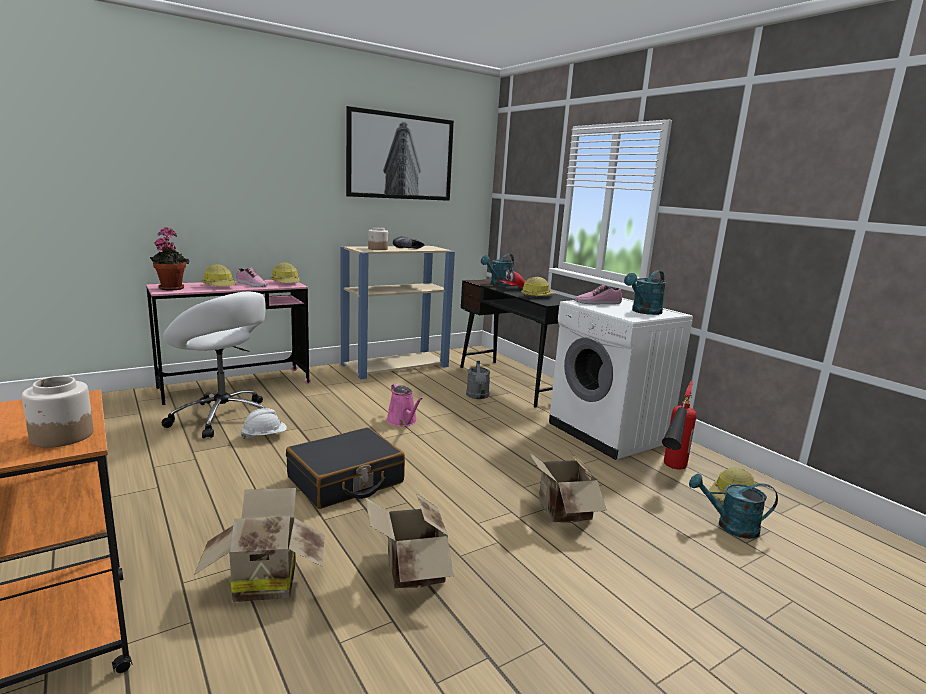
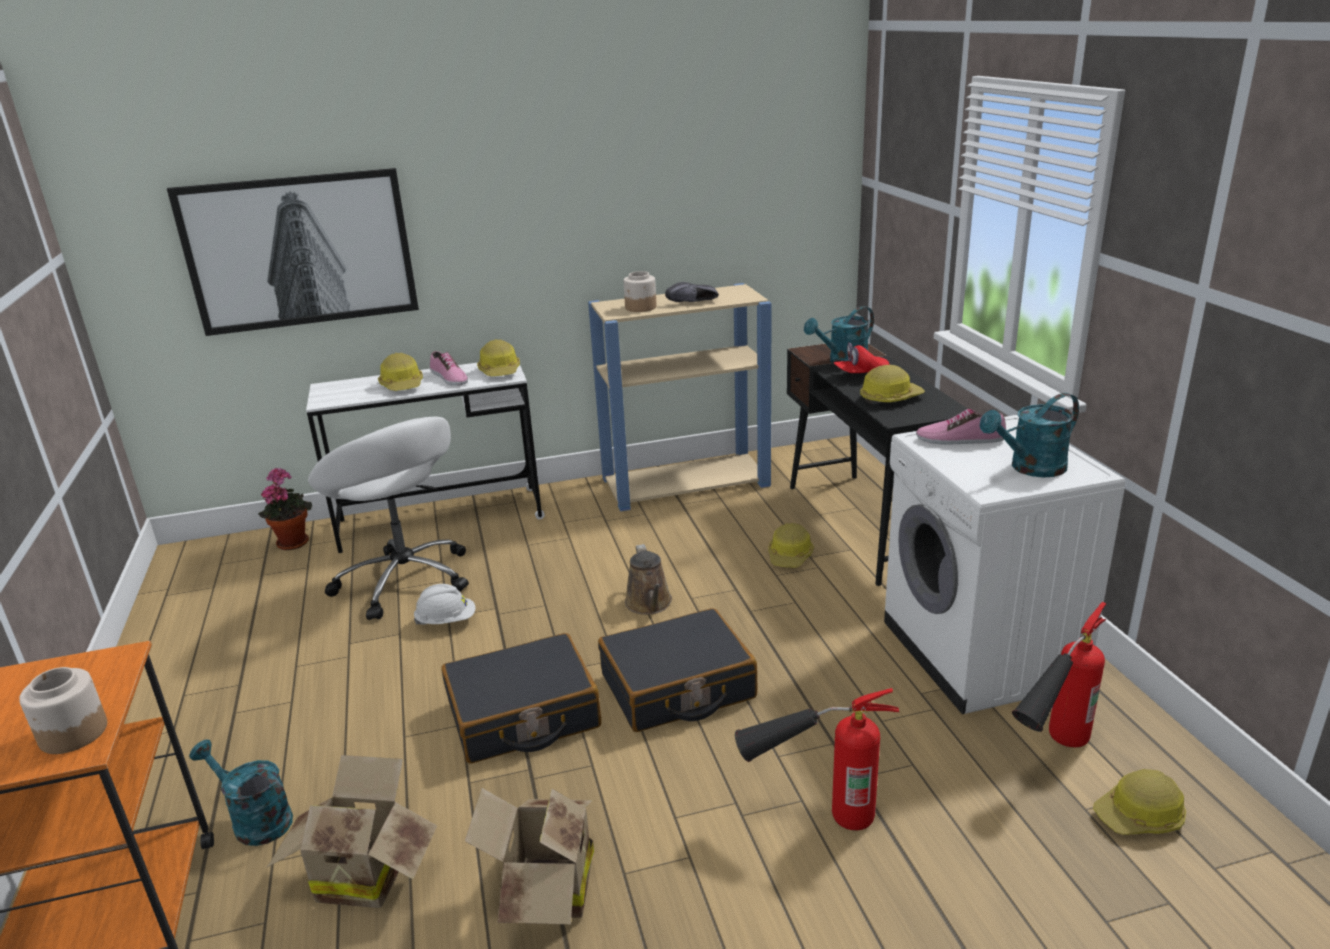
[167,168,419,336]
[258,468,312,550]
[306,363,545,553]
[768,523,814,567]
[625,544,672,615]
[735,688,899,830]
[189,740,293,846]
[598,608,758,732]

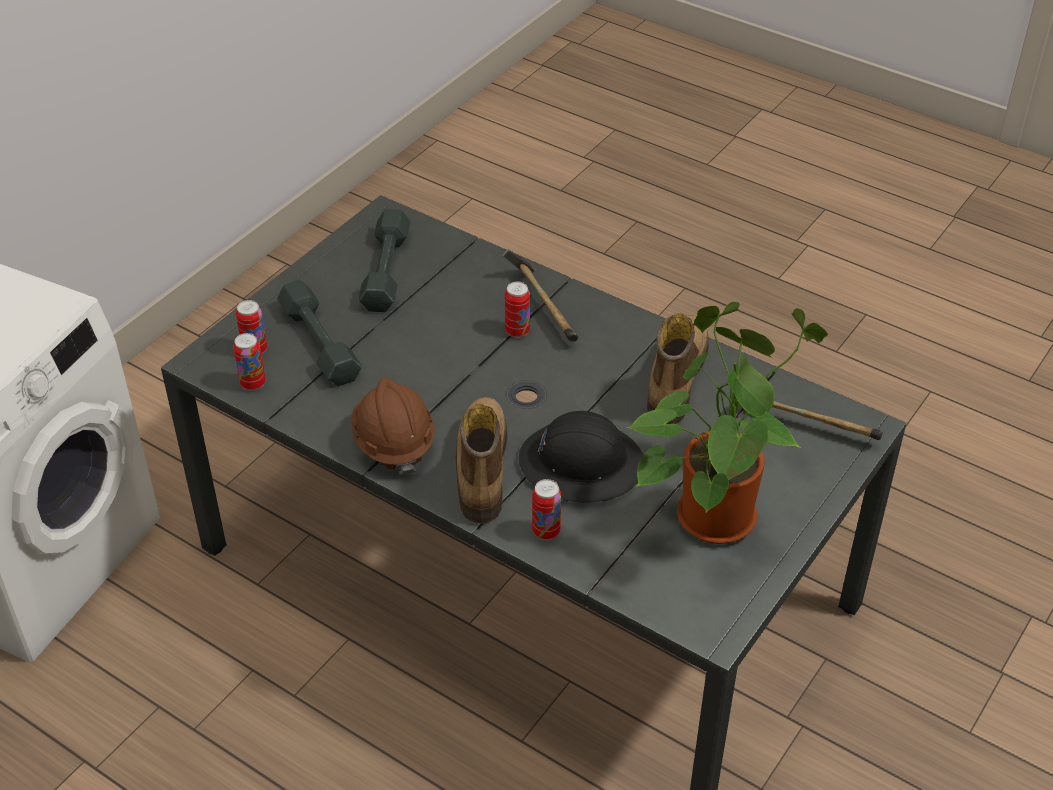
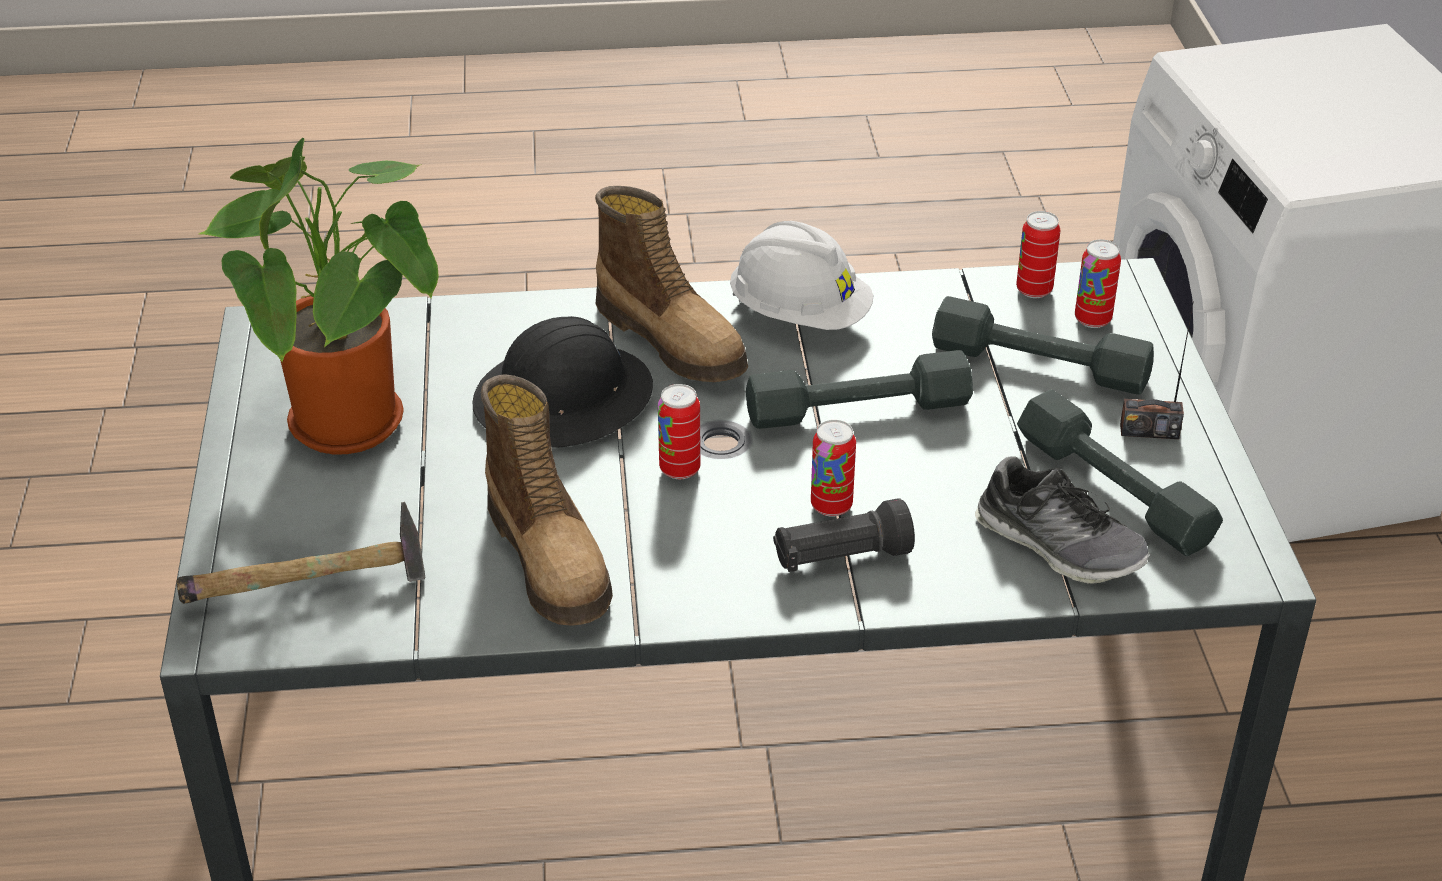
[773,498,915,572]
[730,221,873,330]
[658,384,701,479]
[1120,301,1194,439]
[746,350,973,429]
[975,456,1150,584]

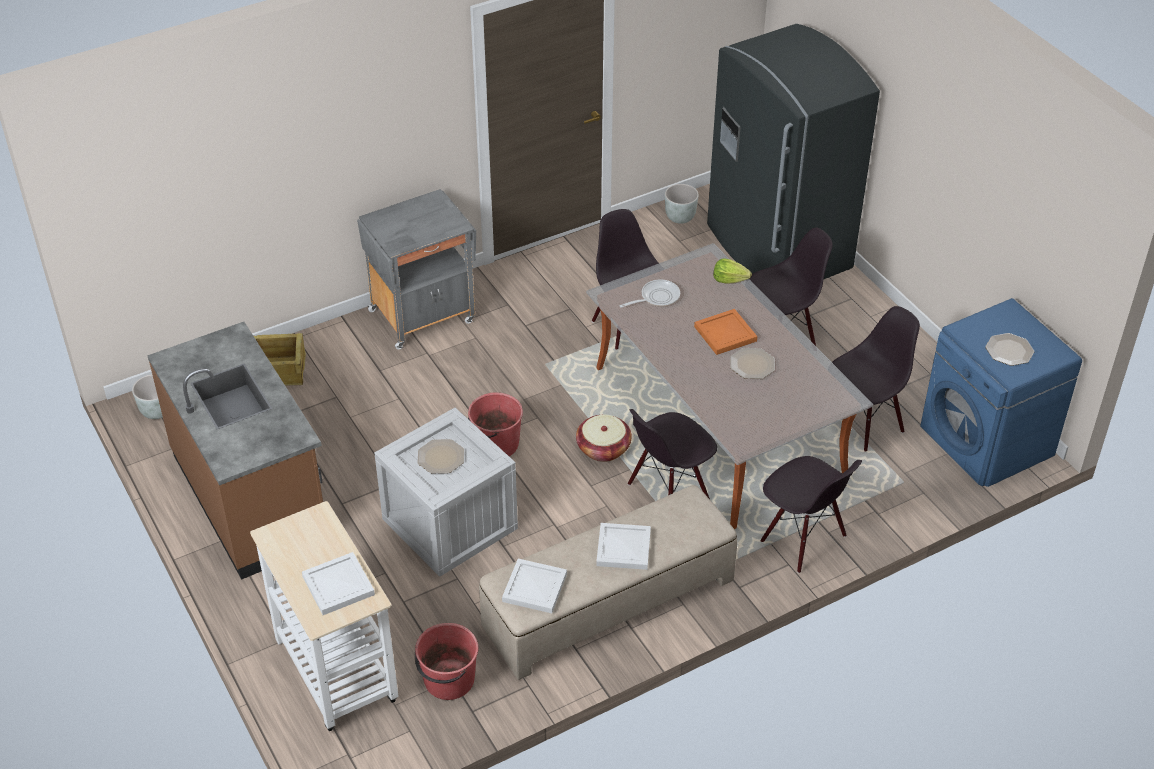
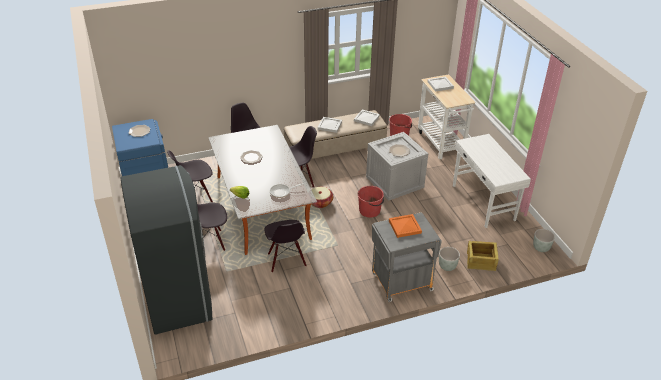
[439,247,460,271]
[389,214,422,238]
[453,134,531,228]

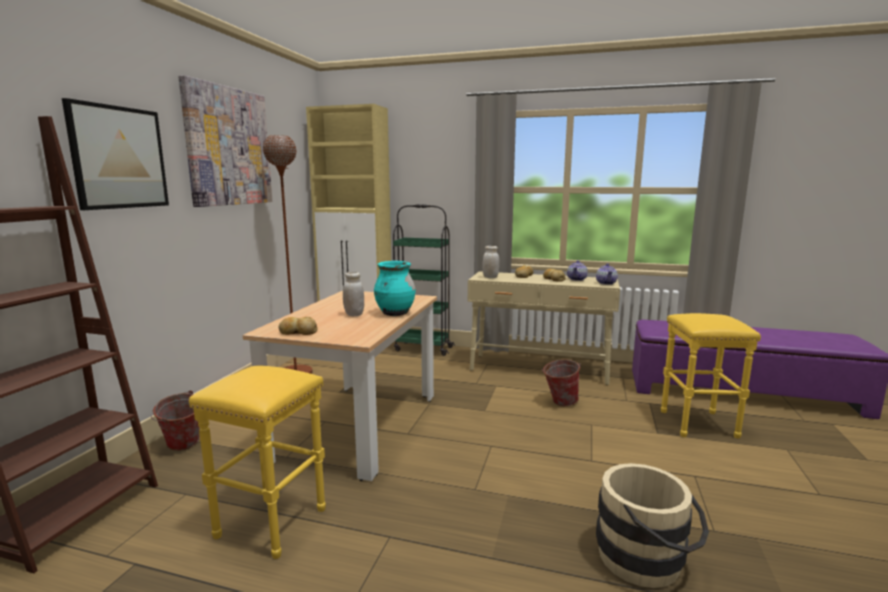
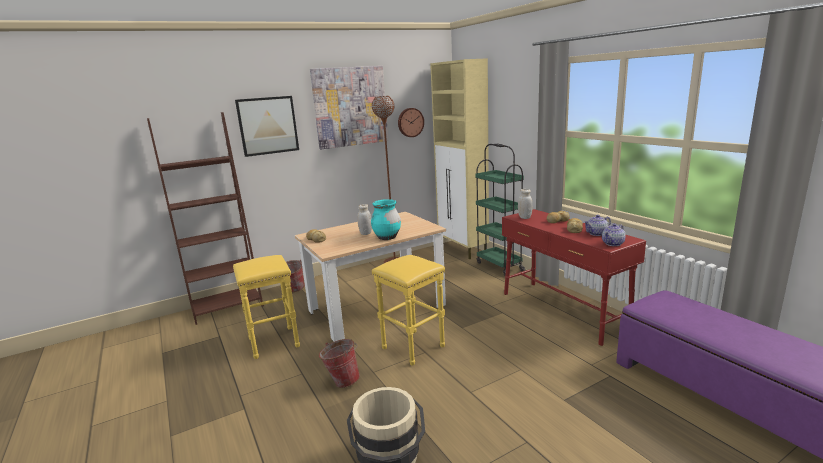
[502,209,646,346]
[372,255,445,366]
[319,339,360,388]
[398,108,424,137]

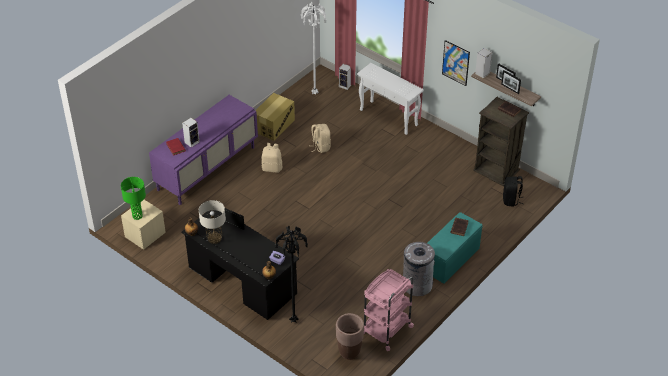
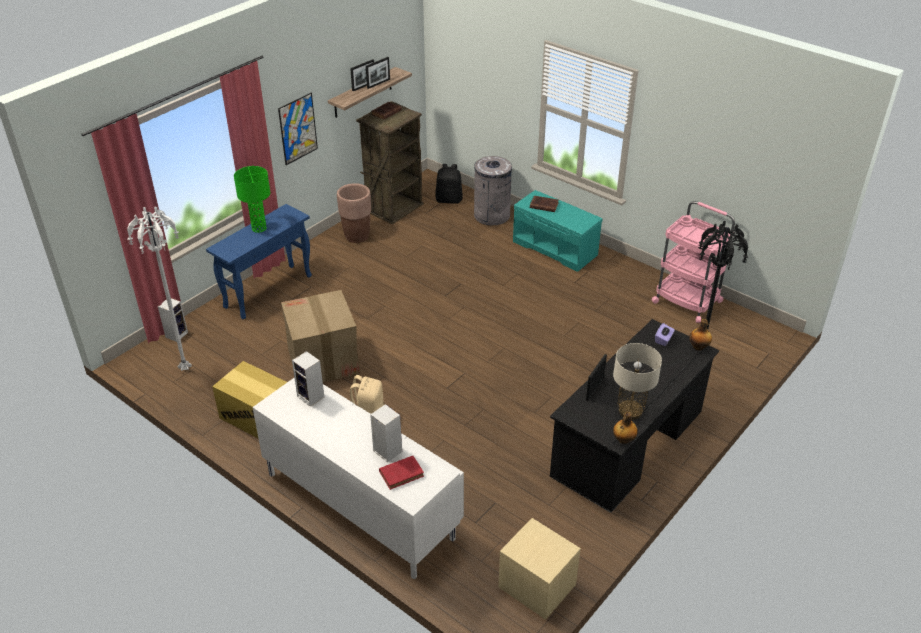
[292,351,324,406]
[206,204,312,320]
[253,378,464,579]
[281,290,360,382]
[234,166,270,233]
[474,156,512,225]
[337,183,371,243]

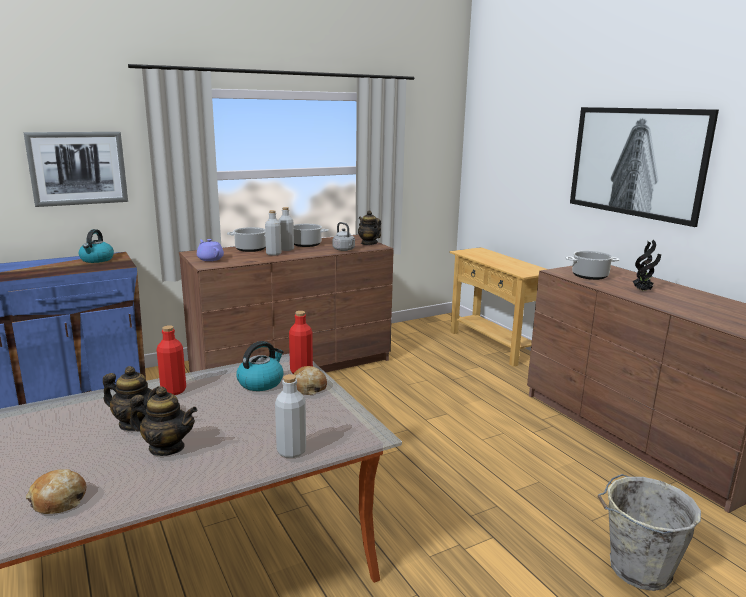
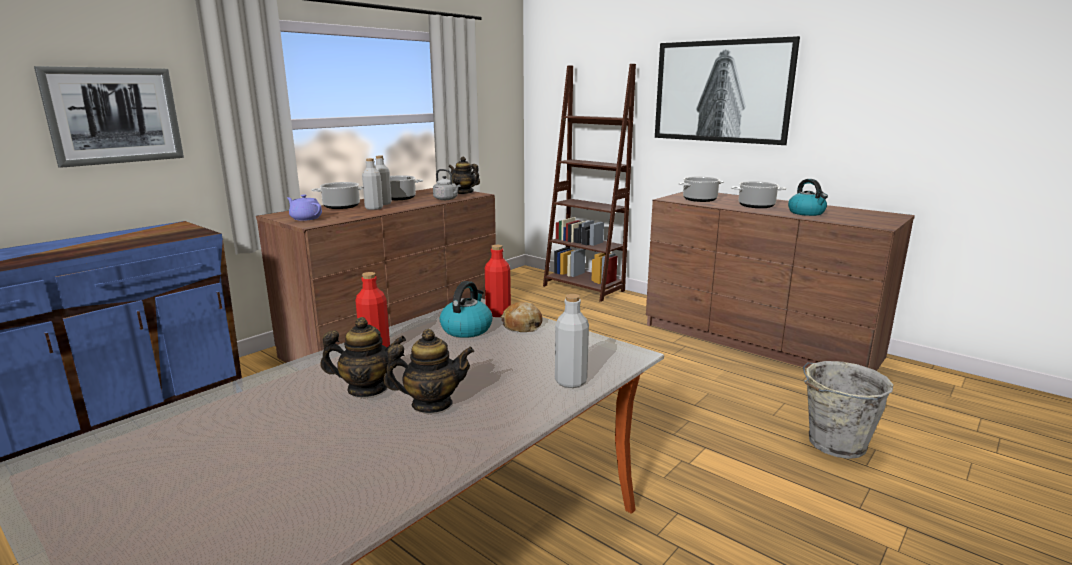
[788,179,828,216]
[731,181,786,208]
[543,64,636,302]
[26,469,86,514] (first image)

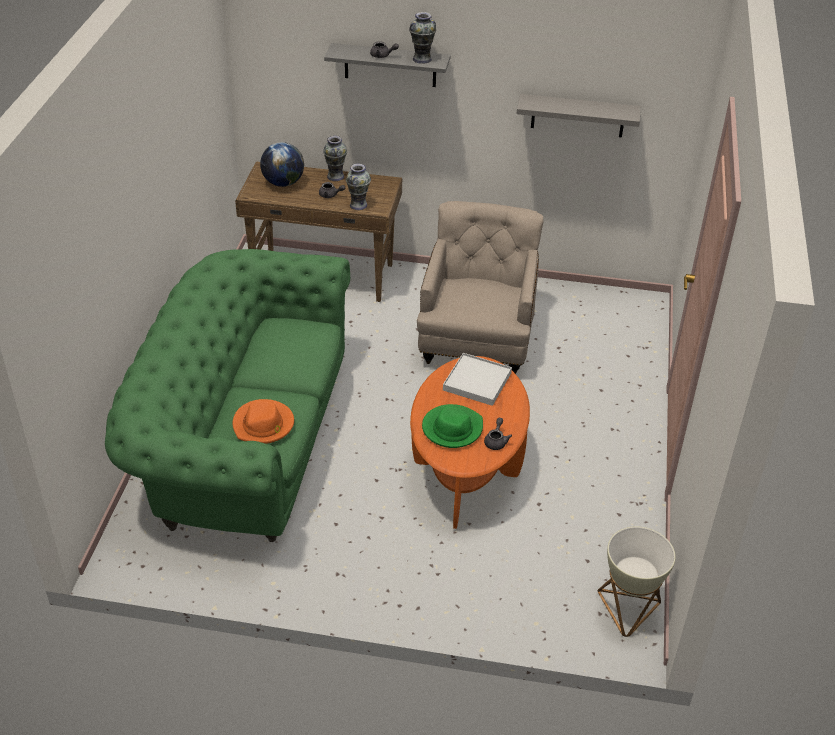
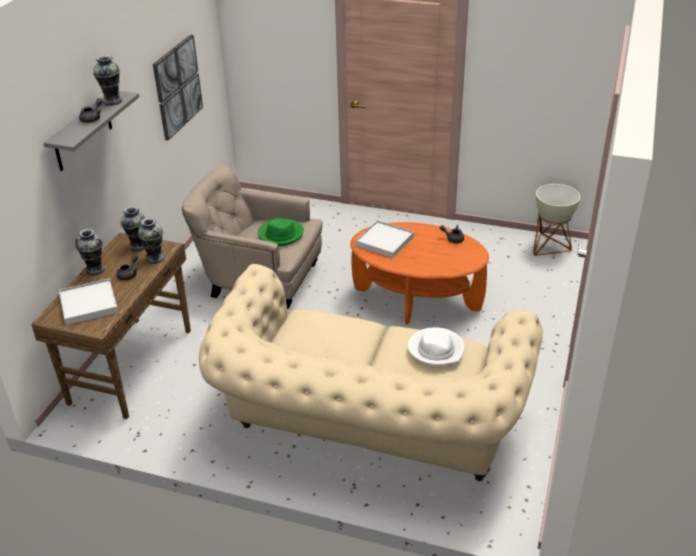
[153,35,203,141]
[59,279,118,325]
[199,264,543,481]
[408,327,465,366]
[258,218,304,246]
[120,206,145,252]

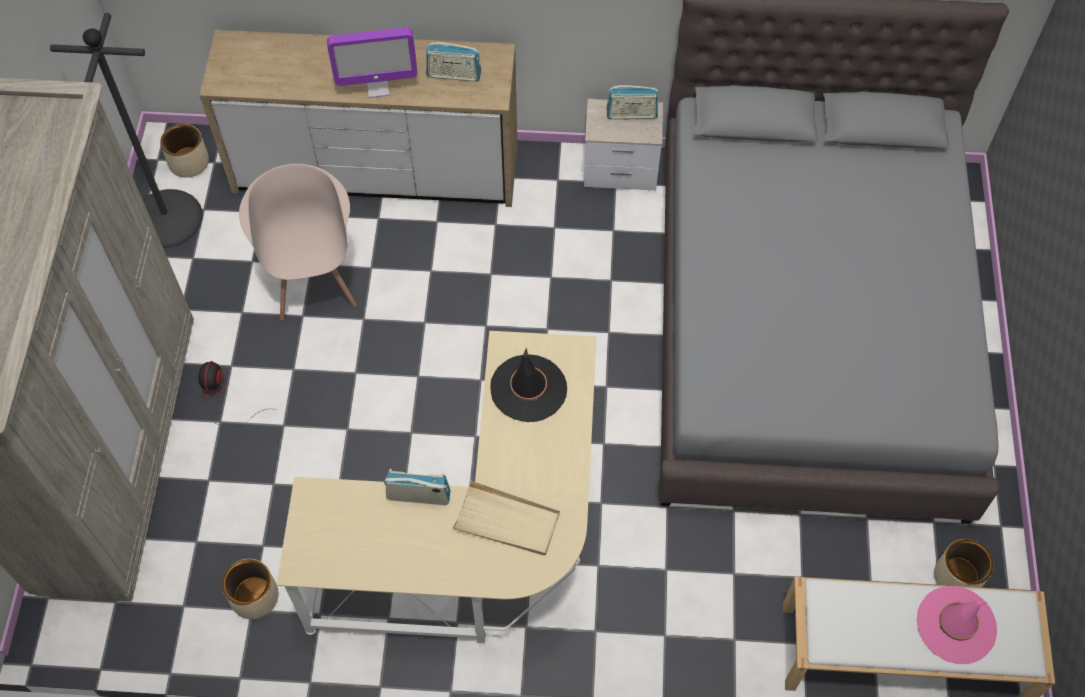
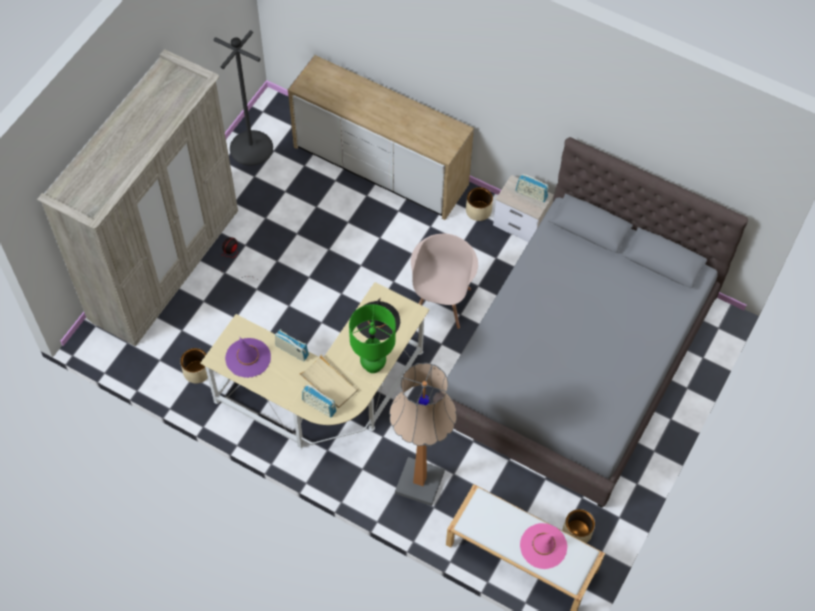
[327,28,418,98] (first image)
[302,385,336,418]
[466,187,493,221]
[411,234,478,329]
[349,304,396,373]
[225,337,271,378]
[389,363,457,506]

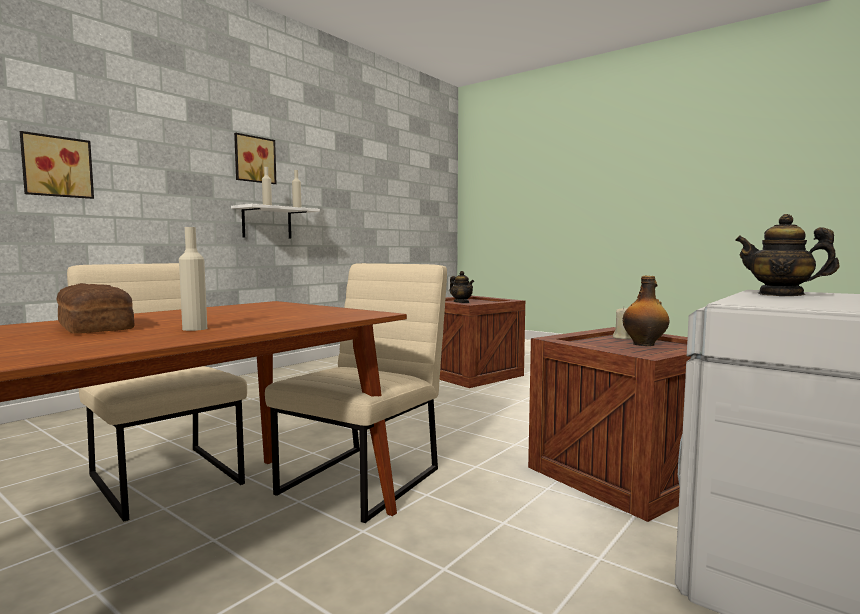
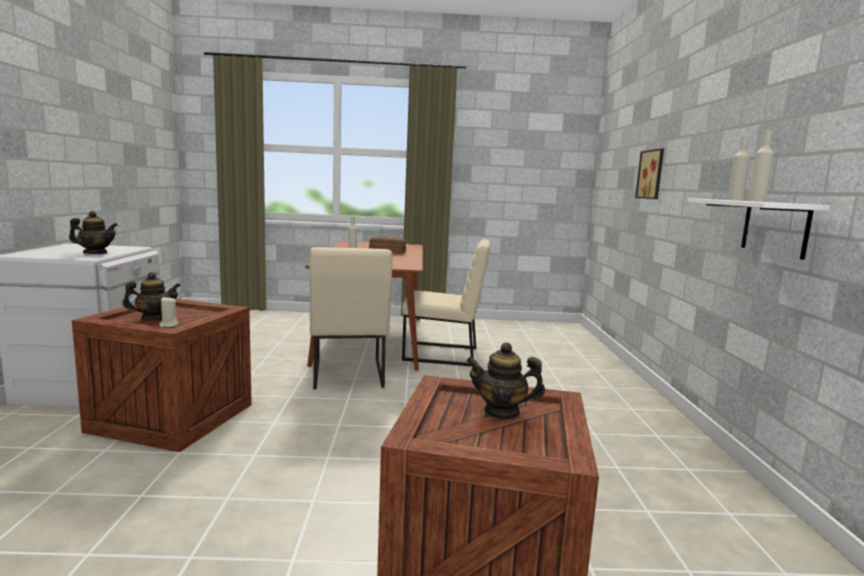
[234,133,276,184] (first image)
[122,272,181,320]

